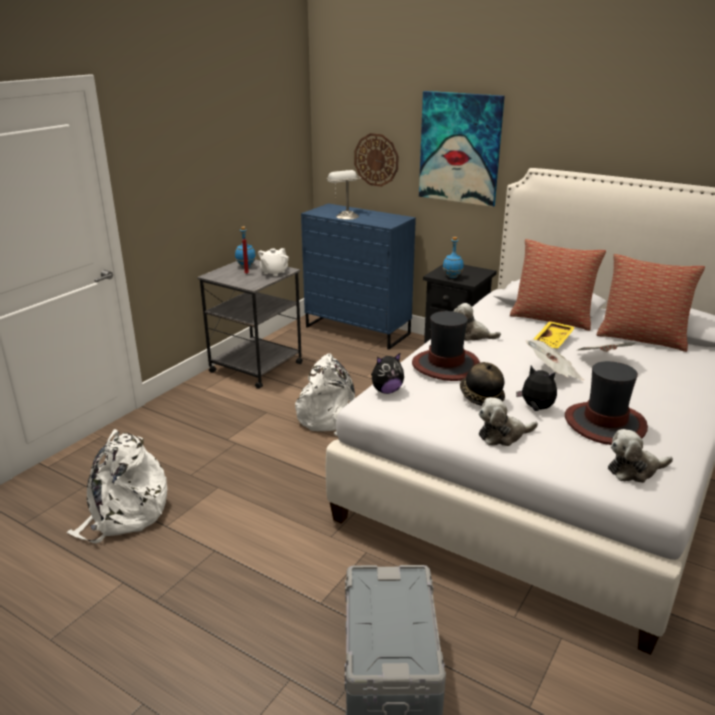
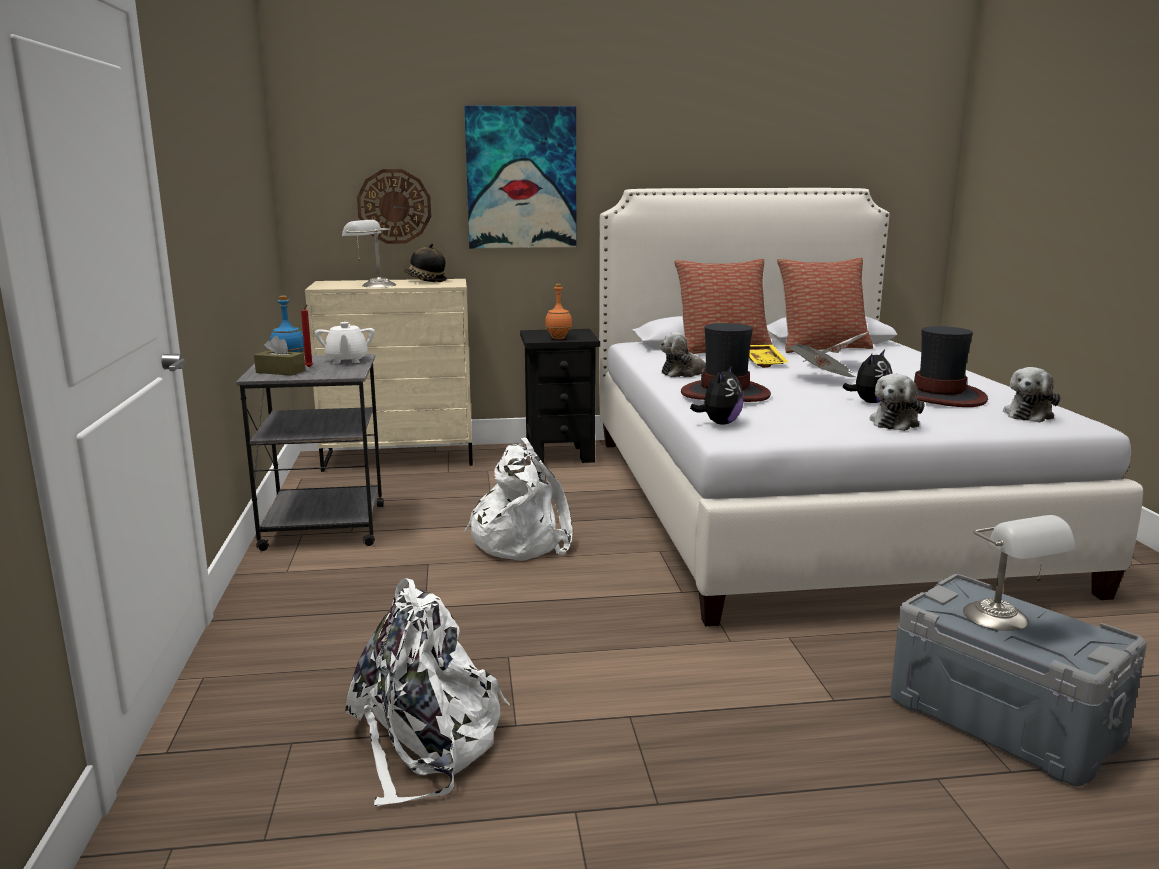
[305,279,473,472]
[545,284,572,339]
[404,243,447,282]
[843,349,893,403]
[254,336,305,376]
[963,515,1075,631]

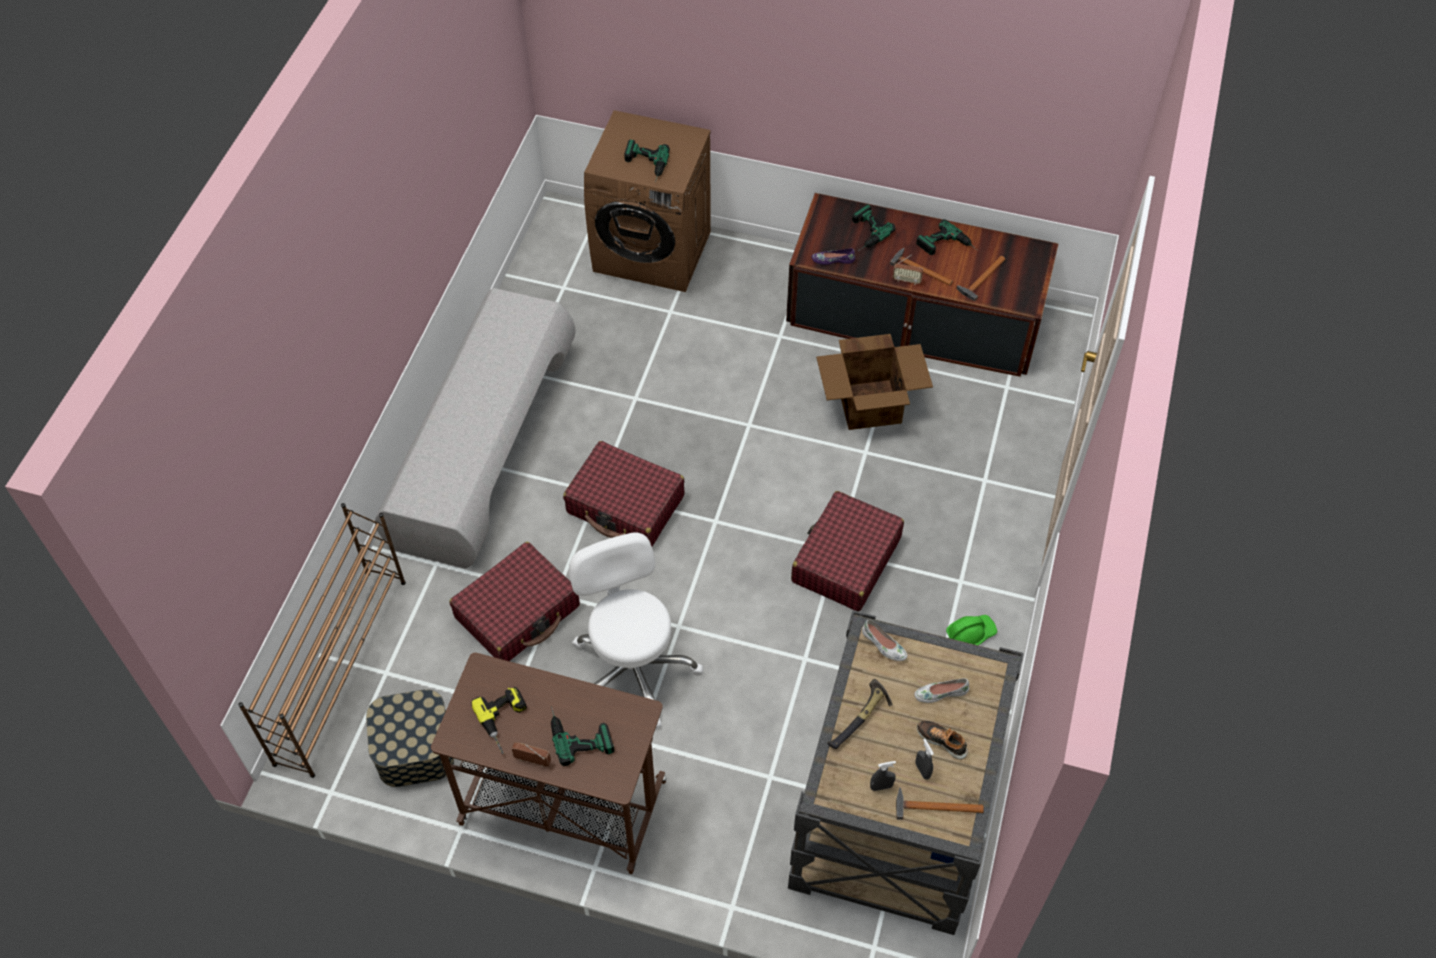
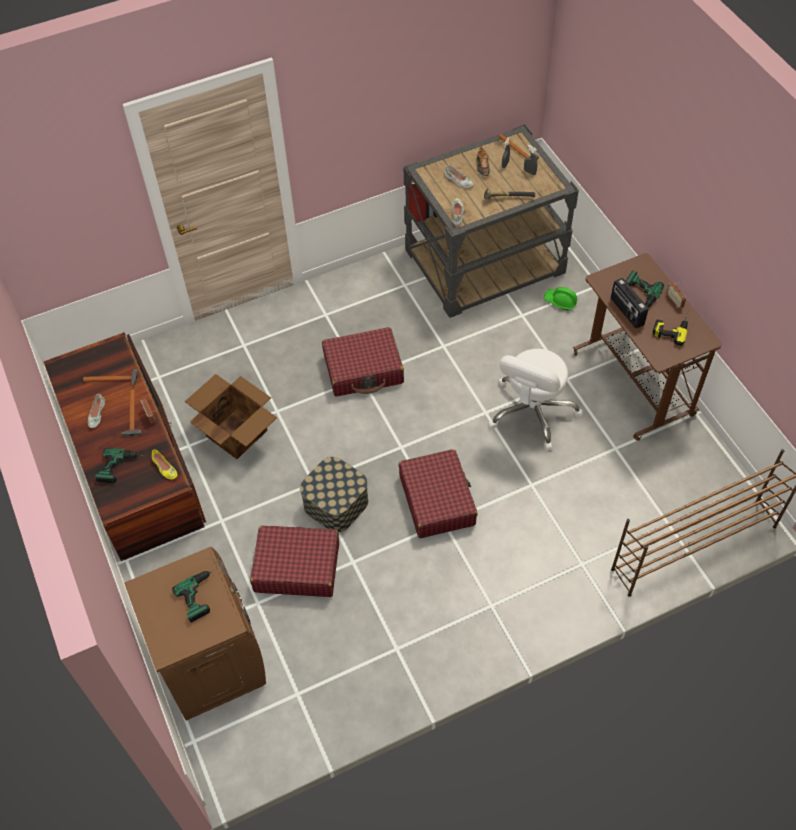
[88,394,105,428]
[152,449,178,479]
[375,288,575,568] (first image)
[250,526,339,597]
[544,287,578,311]
[300,457,368,532]
[611,278,648,329]

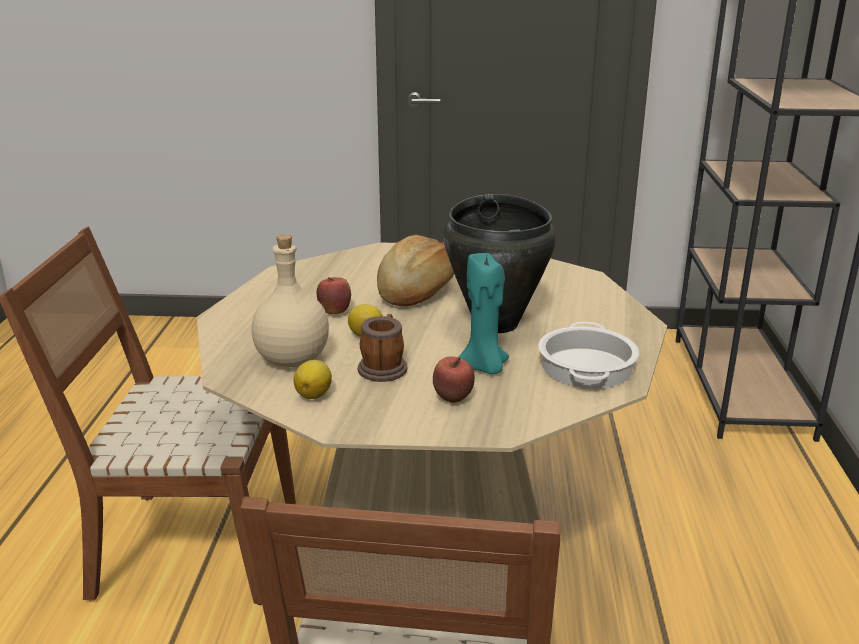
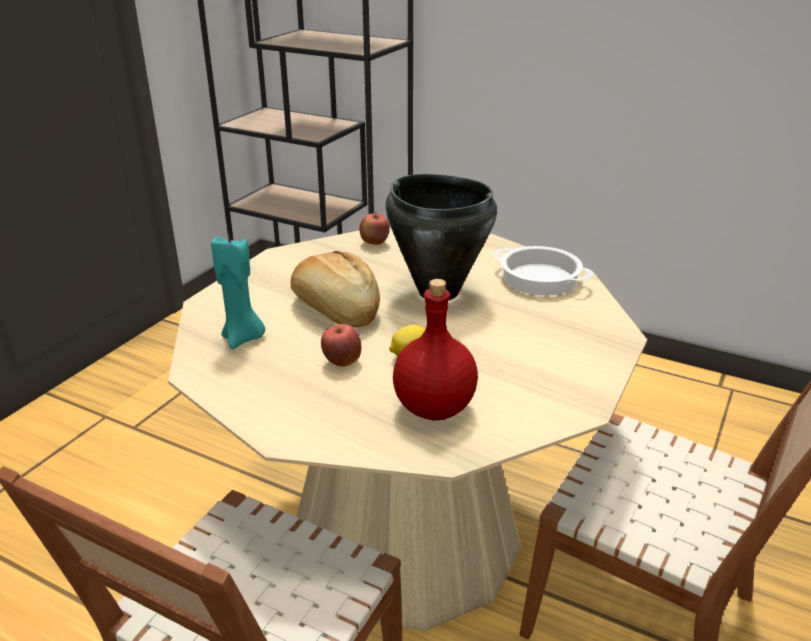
[393,279,478,420]
[211,233,265,349]
[358,314,407,382] (first image)
[359,212,390,245]
[293,360,332,399] (first image)

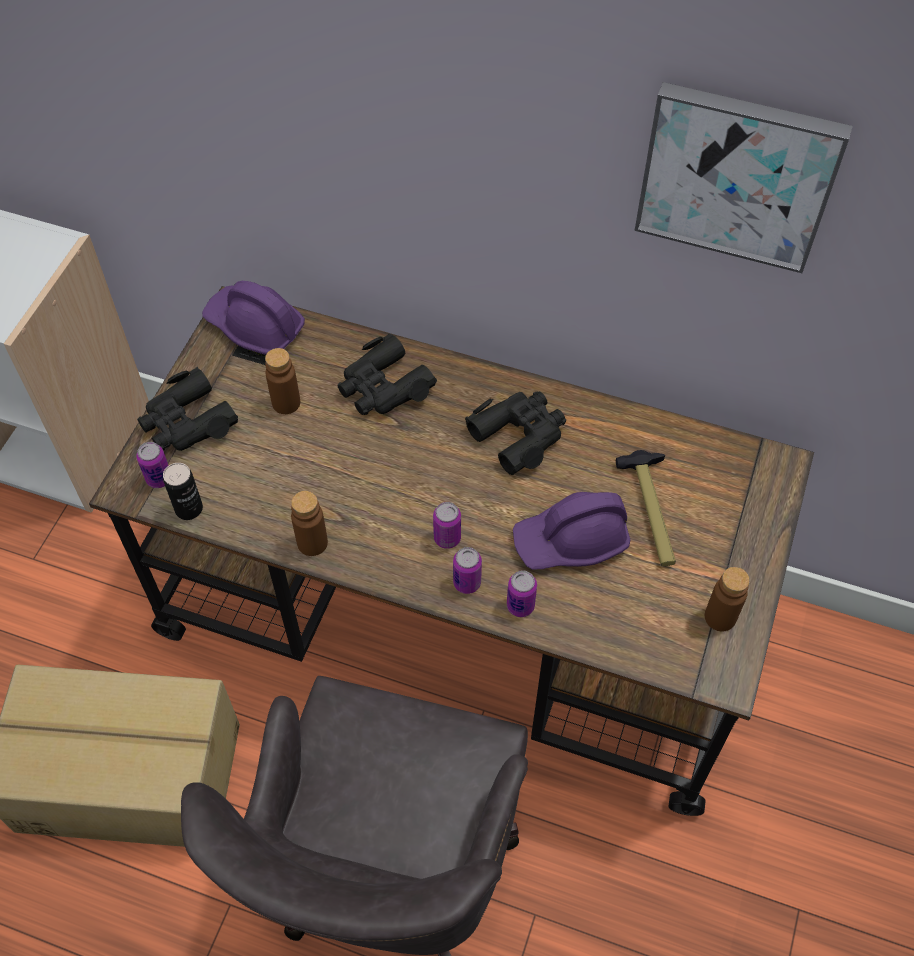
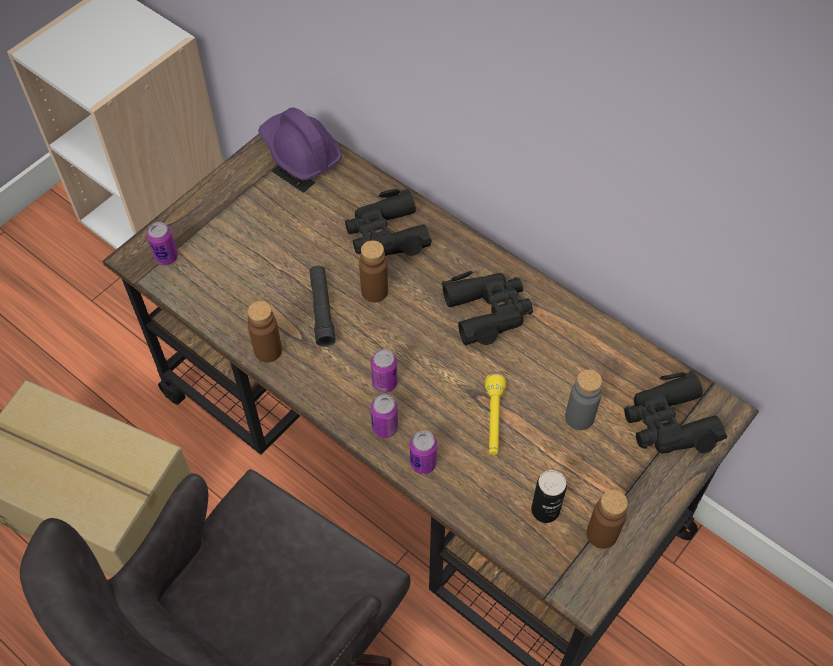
[634,82,853,273] (first image)
[359,241,388,302]
[624,371,727,454]
[565,369,602,430]
[531,470,567,523]
[485,374,506,455]
[310,266,336,347]

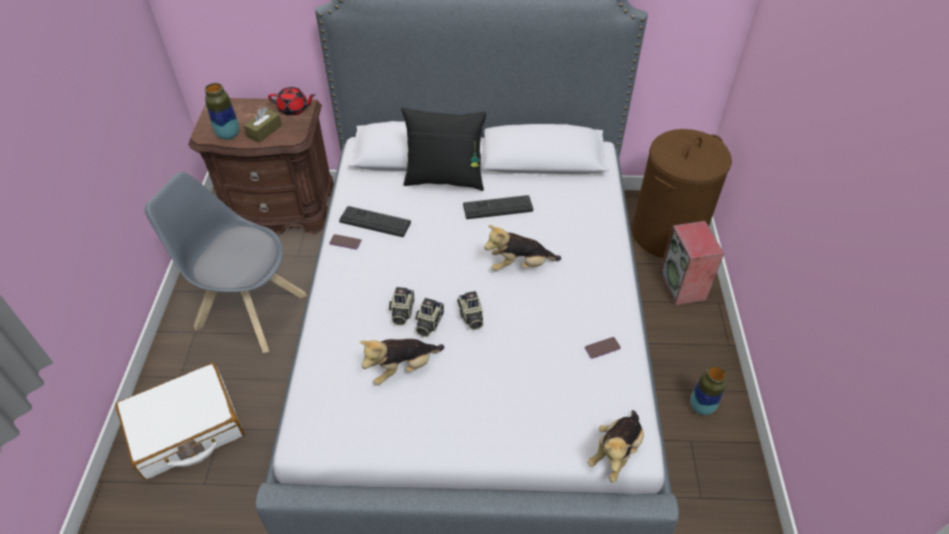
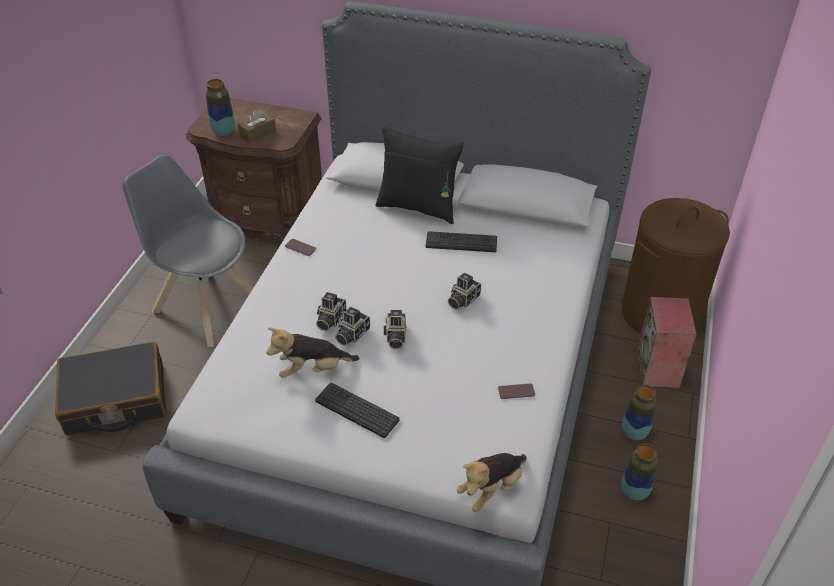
[268,87,316,116] (first image)
[315,383,400,438]
[448,273,481,309]
[55,342,167,435]
[622,385,657,440]

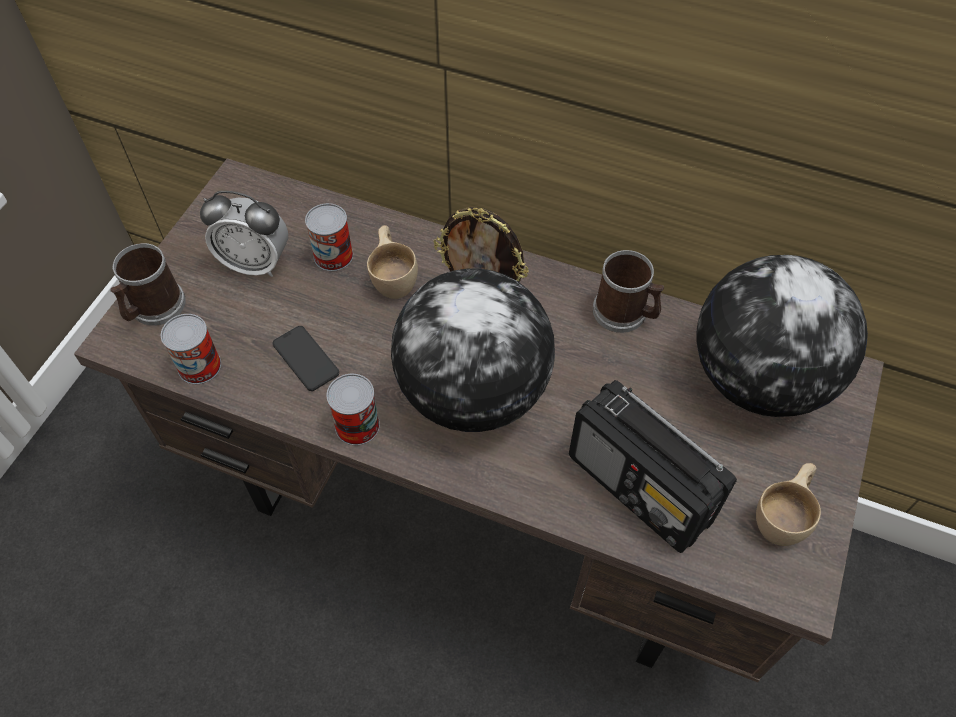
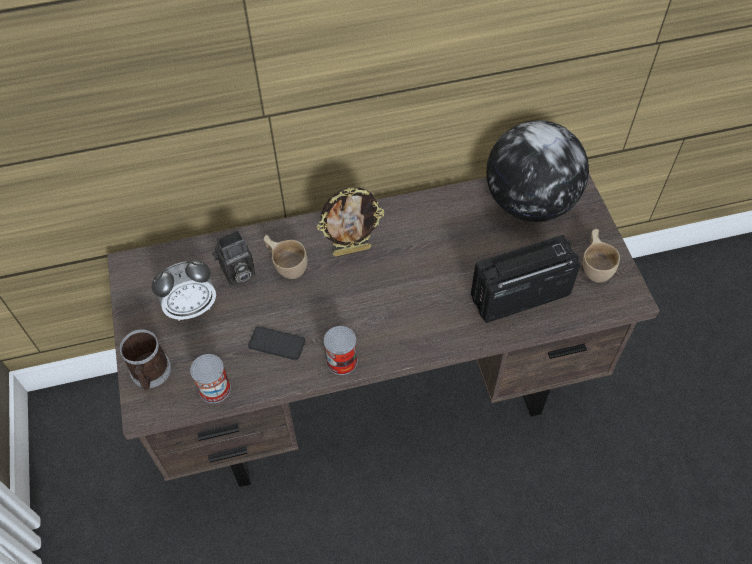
[212,230,255,286]
[593,250,665,333] (first image)
[391,269,555,432] (first image)
[471,235,581,323]

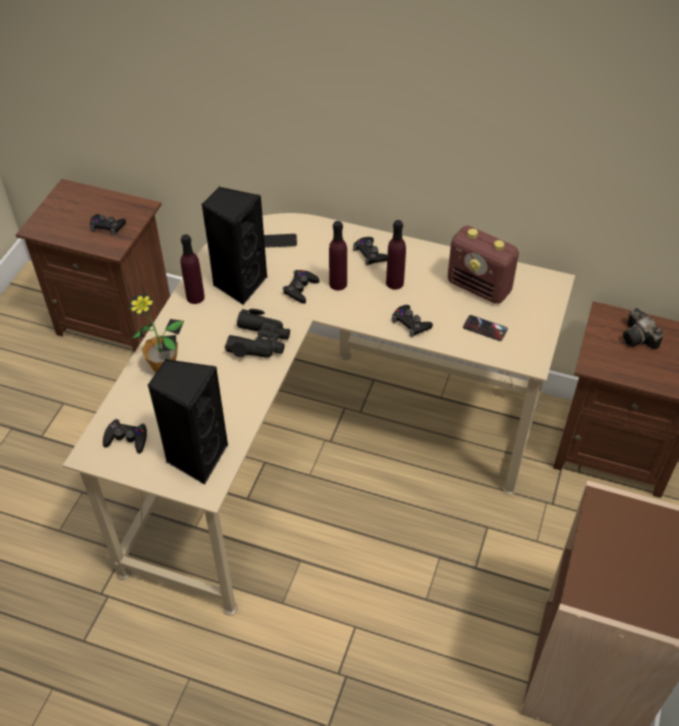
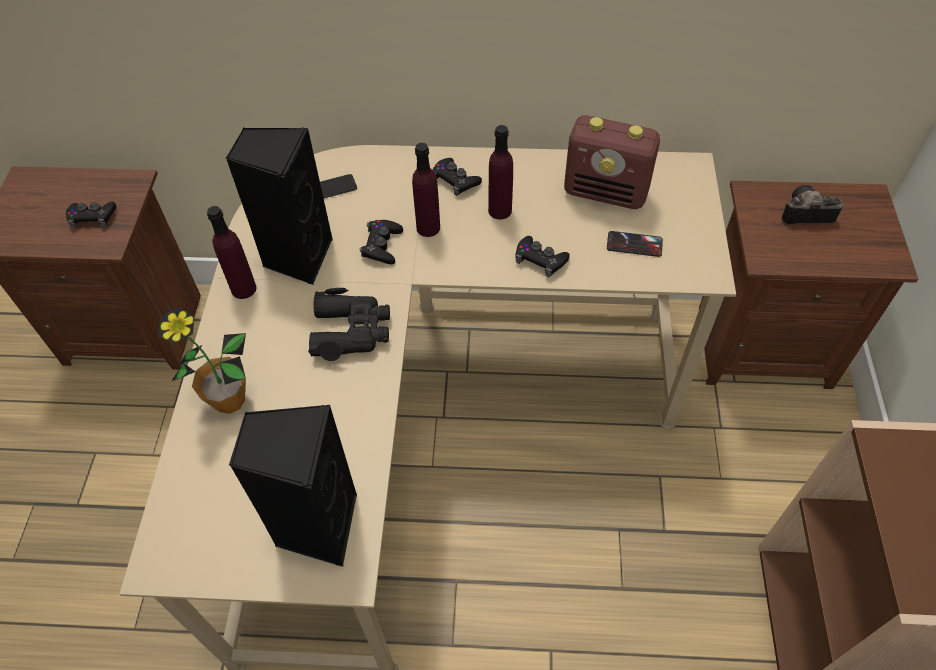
[782,185,843,225]
[103,419,147,454] (first image)

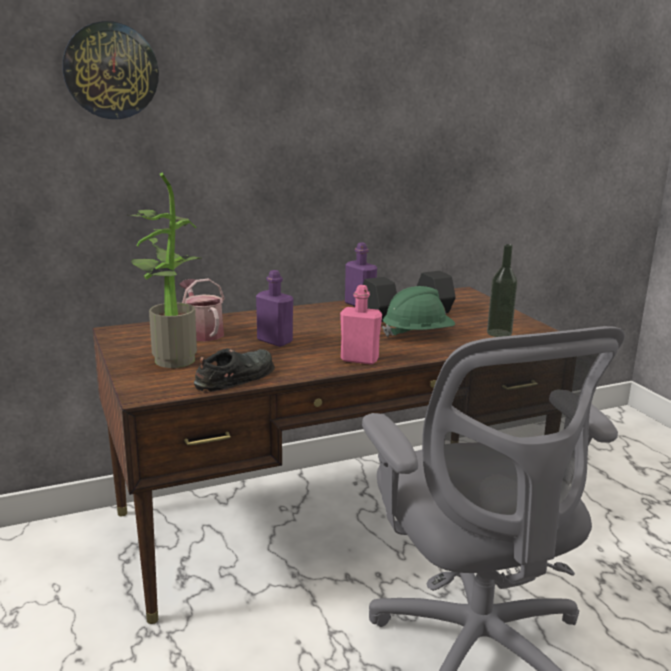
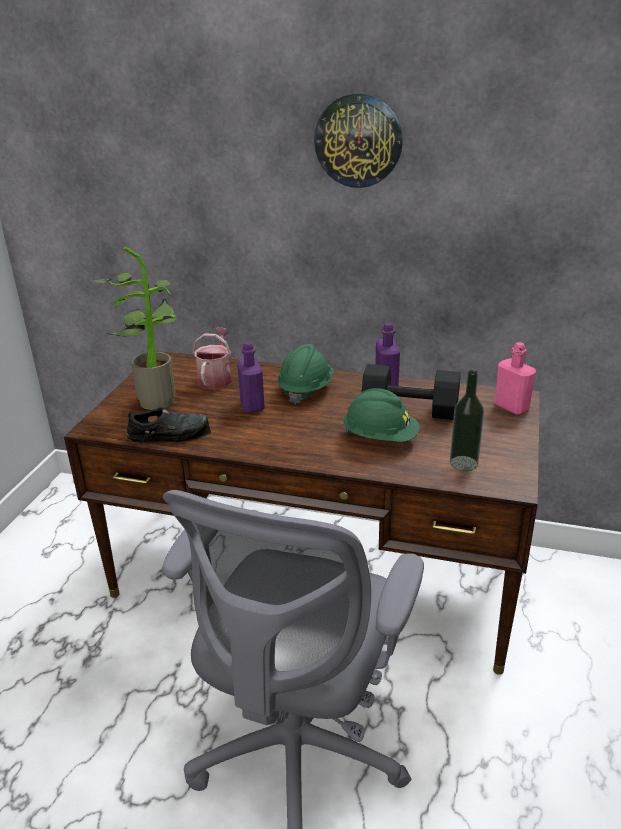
[314,93,403,188]
[494,342,536,415]
[277,344,334,404]

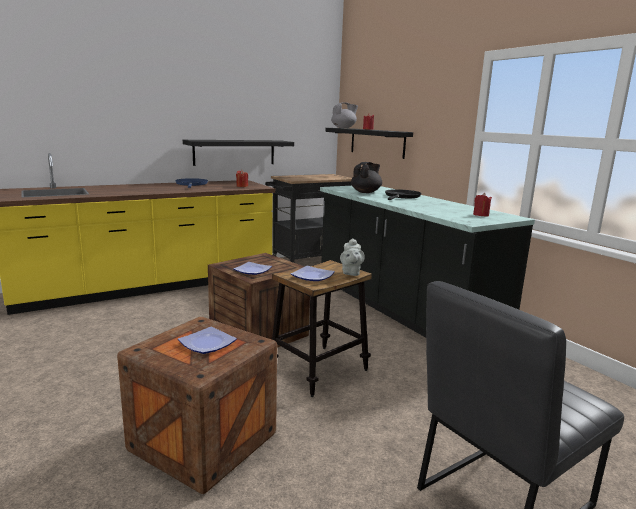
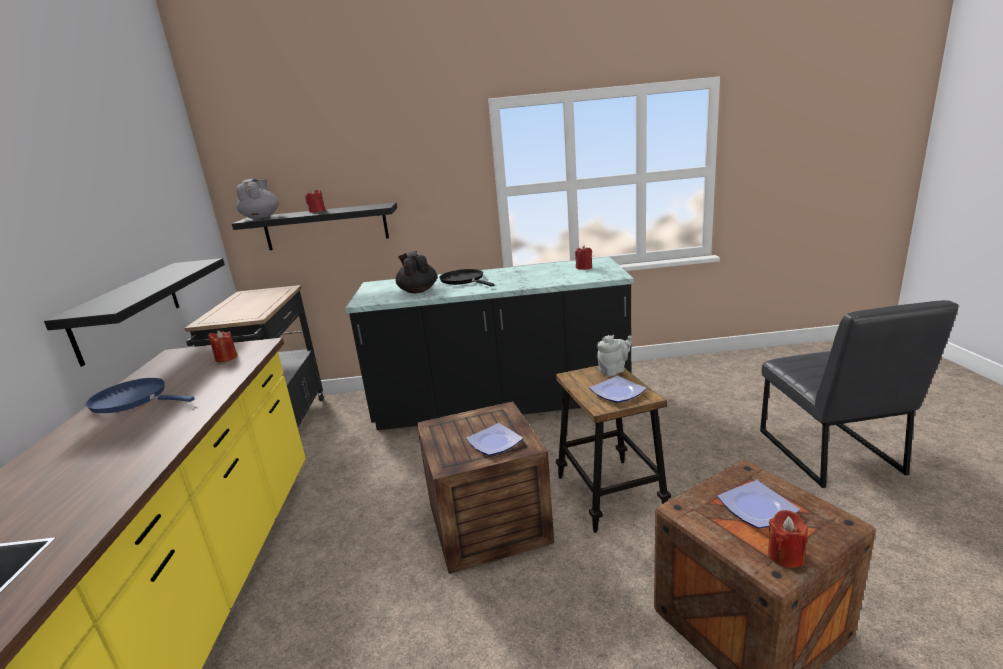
[597,335,632,376]
[768,510,808,568]

